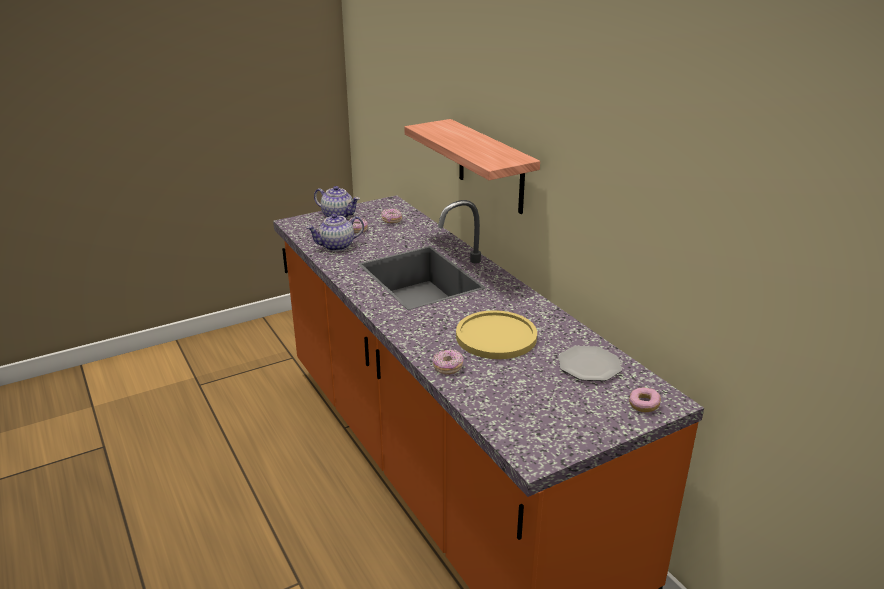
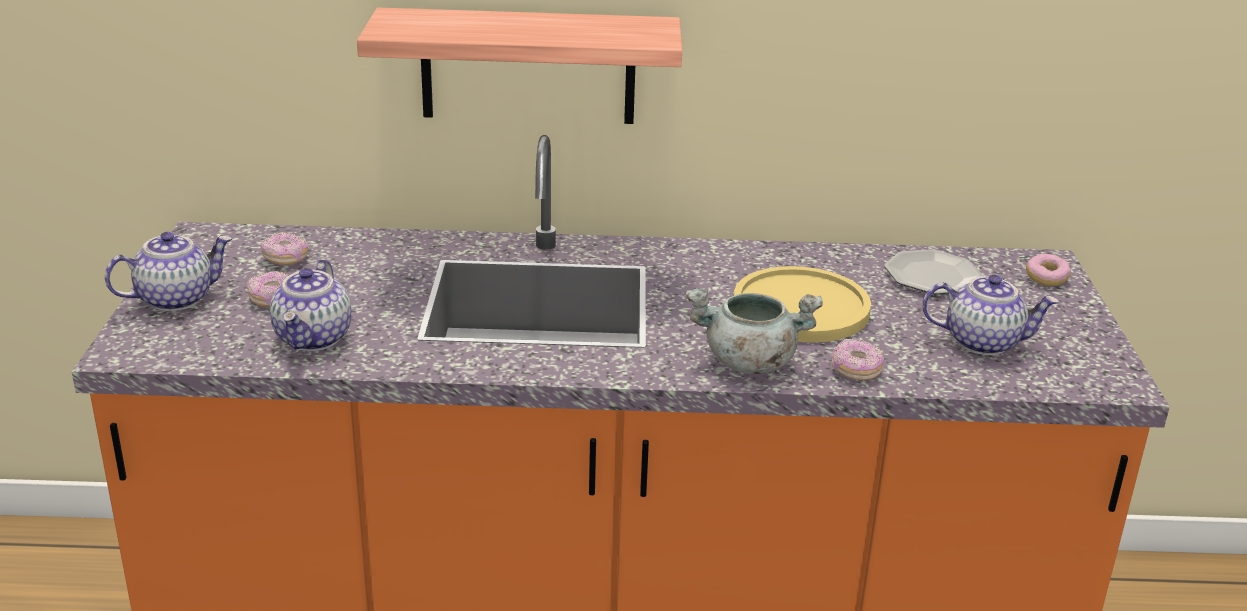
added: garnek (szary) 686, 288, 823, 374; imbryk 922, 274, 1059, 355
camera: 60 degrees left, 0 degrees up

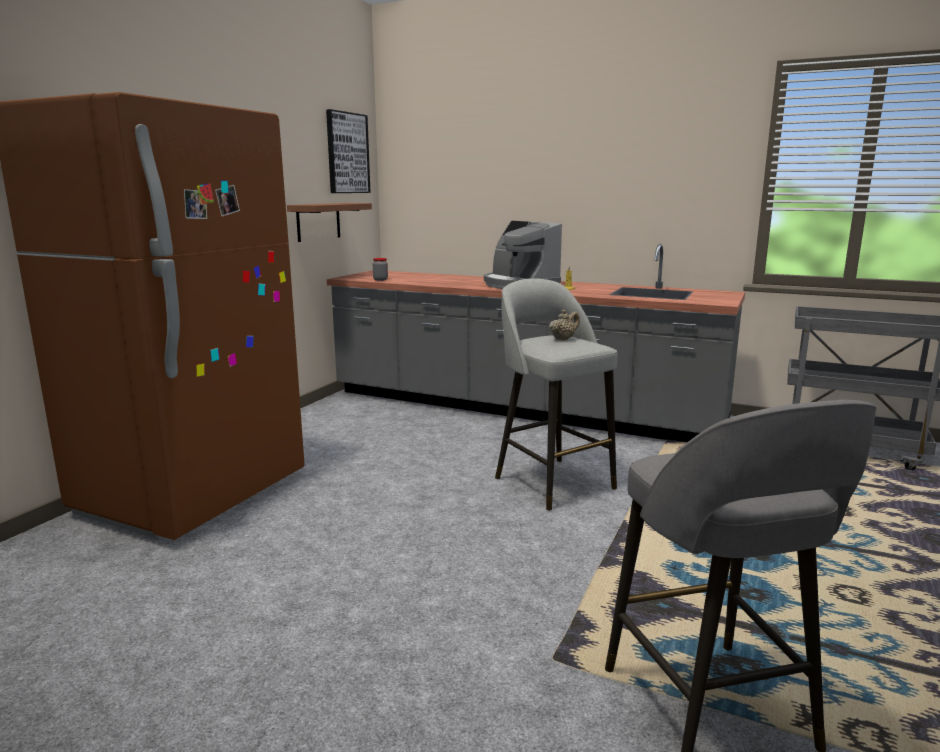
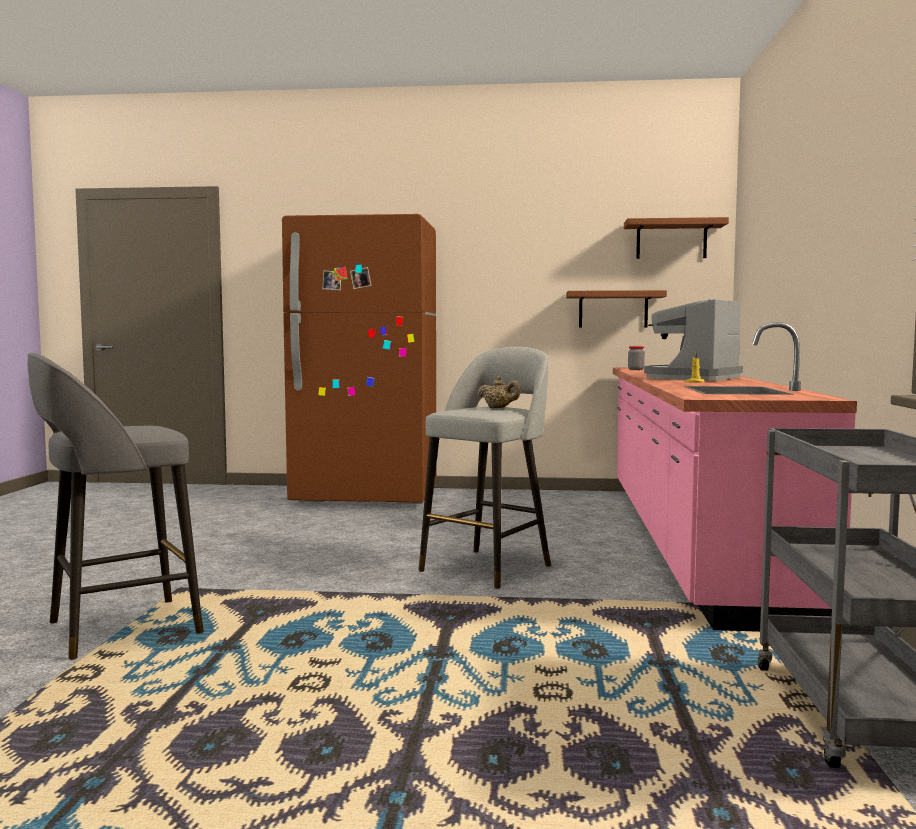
replaced: obraz 326, 109, 371, 193 to półka 624, 217, 729, 259
recoloured: zabudowa kuchenna (szary) 327, 244, 745, 442 to zabudowa kuchenna (różowy) 613, 322, 857, 632
camera: 70 degrees right, 10 degrees down

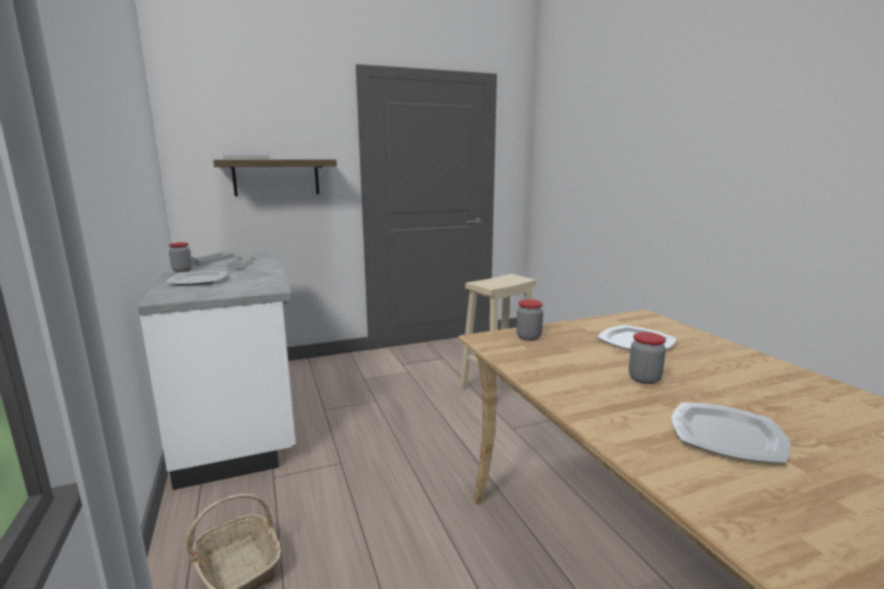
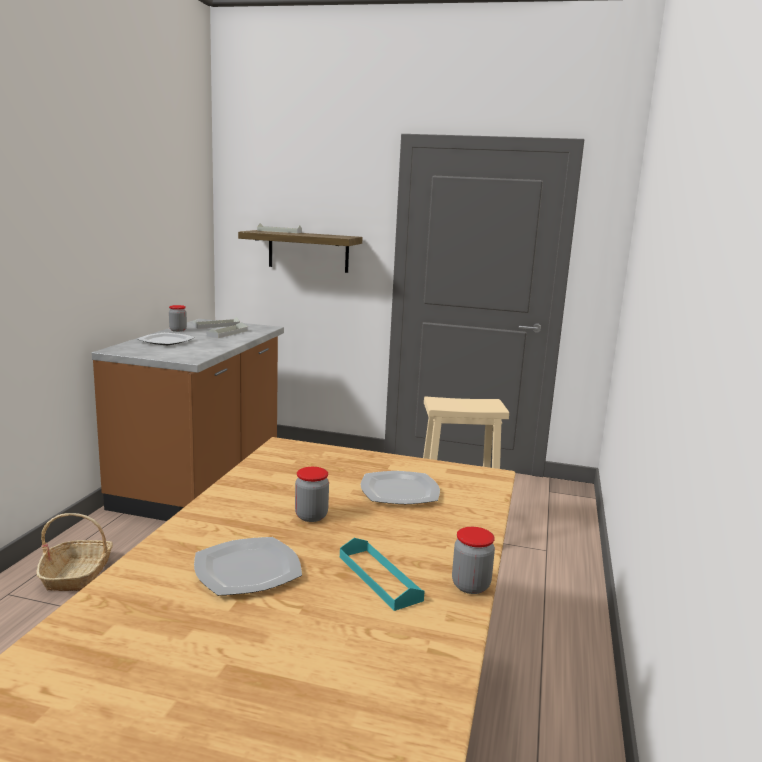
added: taca (turkusowy) 340, 538, 425, 611
moved: słoik 516, 300, 543, 341 to 452, 527, 495, 594
recoloured: zabudowa kuchenna (biały) 138, 252, 296, 490 to zabudowa kuchenna (brązowy) 92, 319, 284, 521
camera: 35 degrees right, 0 degrees up

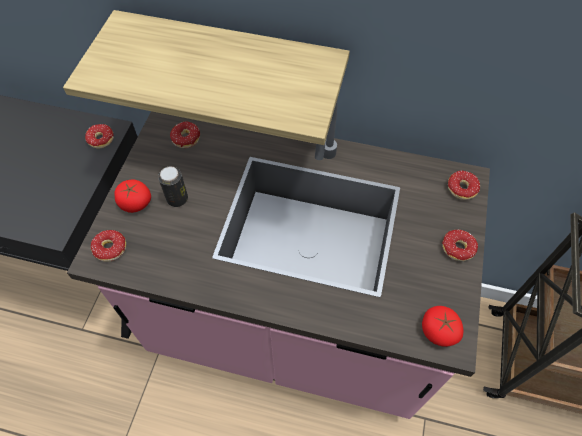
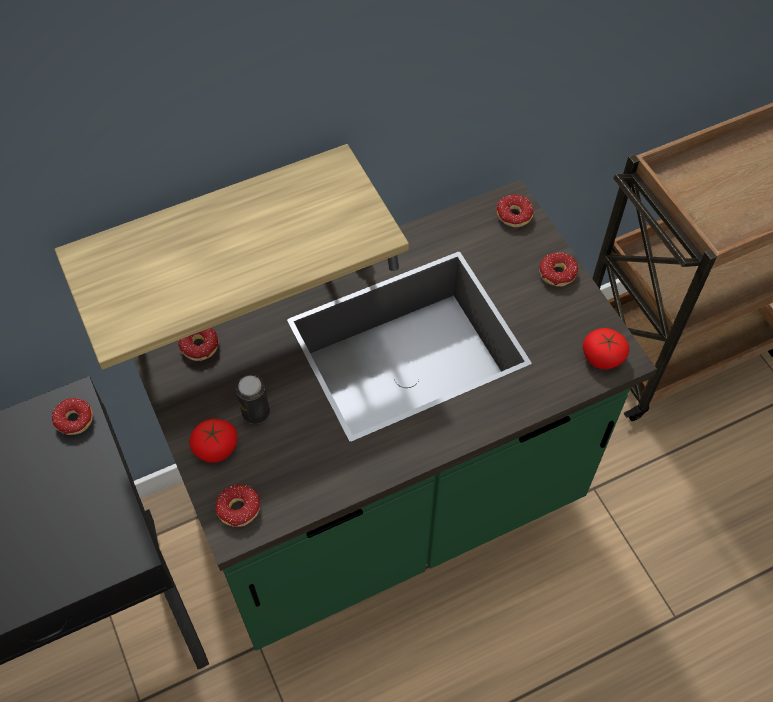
recoloured: zabudowa kuchenna (różowy) 67, 99, 490, 419 to zabudowa kuchenna (zielony) 132, 180, 657, 651
camera: 40 degrees left, 0 degrees up

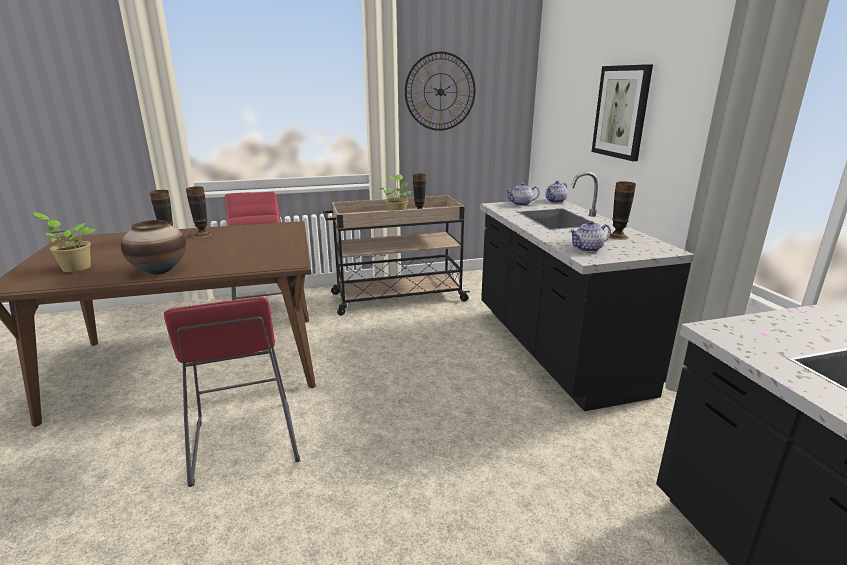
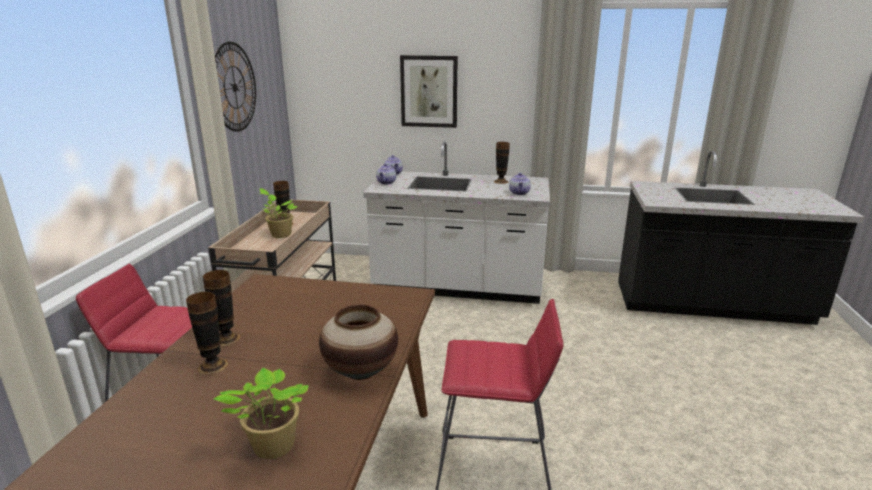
recoloured: zabudowa kuchenna (czarny) 480, 172, 695, 411 to zabudowa kuchenna (biały) 363, 142, 550, 304
camera: 65 degrees left, 0 degrees up

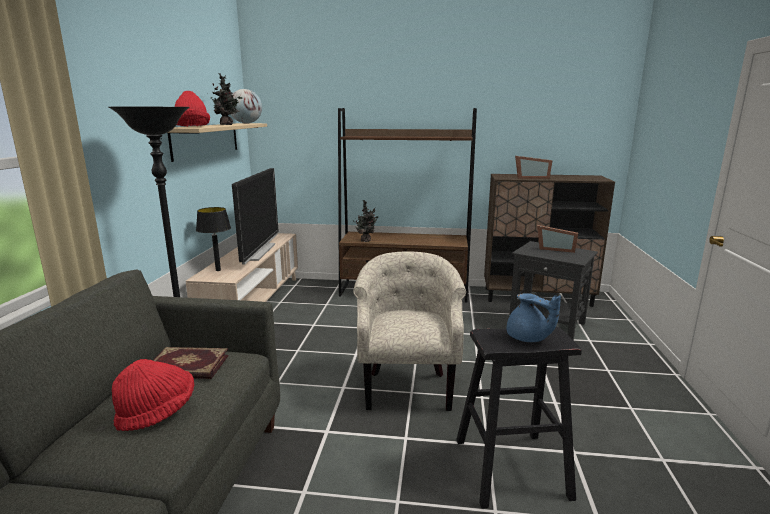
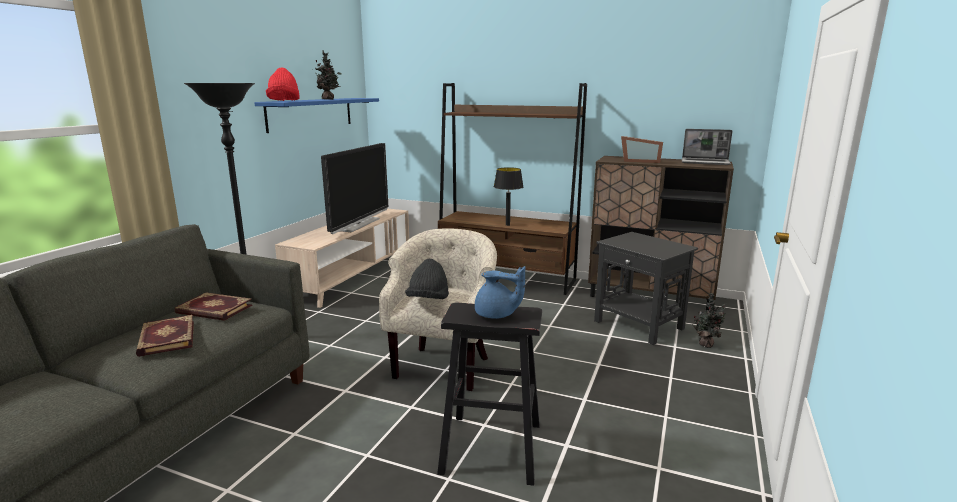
removed: globus 231, 89, 262, 124; ramka na zdjęcie 537, 225, 578, 253
added: kapelusz (czarny) 405, 259, 449, 299; laptop 682, 129, 733, 165
moved: lampa stołowa (czarny) 196, 207, 231, 271 to 494, 167, 523, 226; roślina doniczkowa 353, 200, 378, 242 to 692, 293, 727, 348
replaced: kapelusz (czerwony) 112, 359, 194, 431 to książka 136, 315, 194, 357
recoloured: półka (beżowy) 168, 123, 267, 162 to półka (niebieski) 254, 98, 379, 133
turned: imbryk (niebieski) 507, 293, 561, 342 = 475, 266, 525, 319 45 degrees counterclockwise
camera: 15 degrees right, 0 degrees up

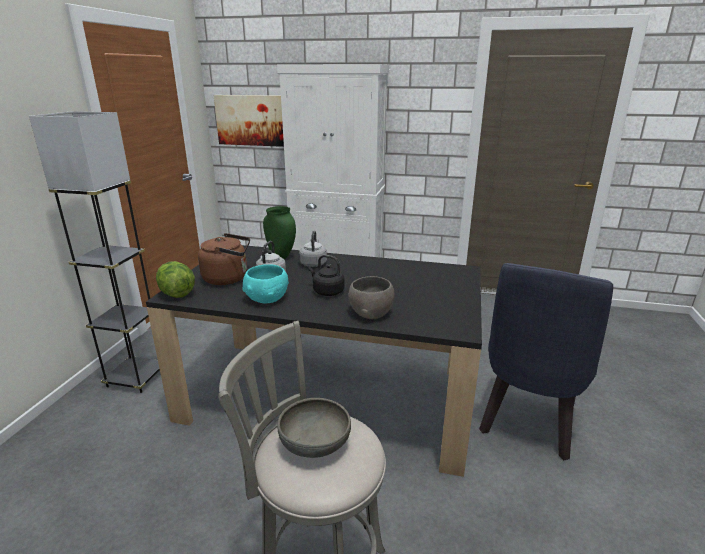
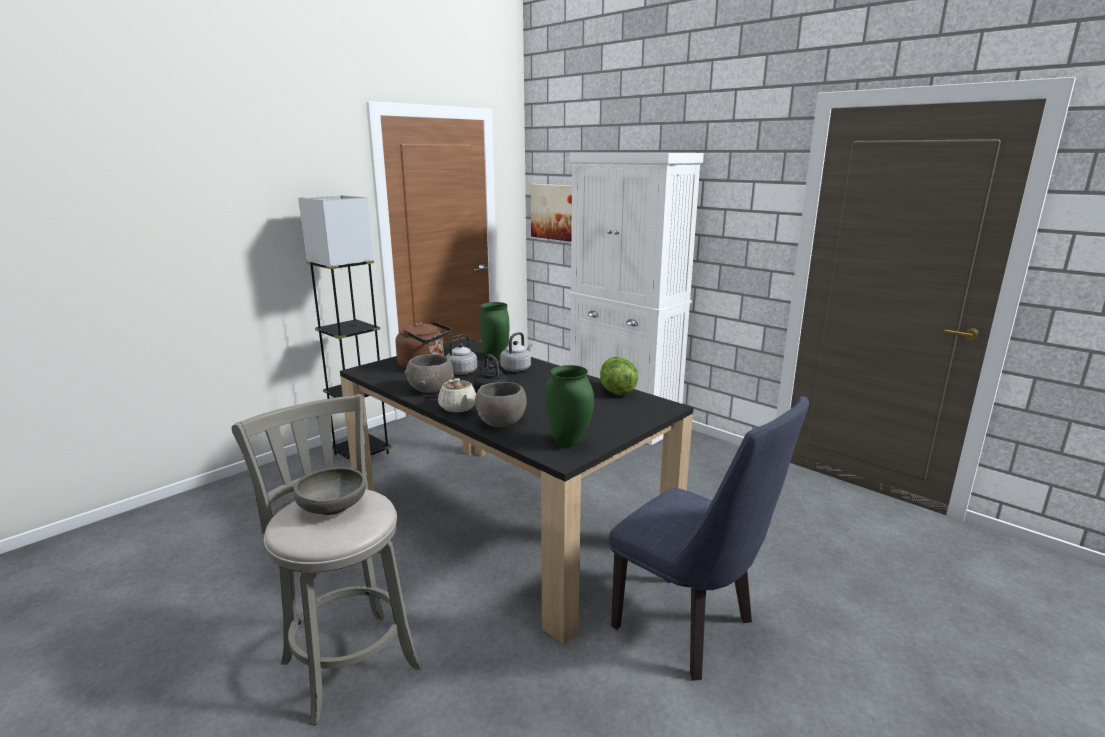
added: imbryk (beżowy) 438, 378, 476, 412; wazon (zielony) 545, 365, 594, 447
moved: sałata 156, 261, 195, 298 to 600, 357, 638, 396
recoloured: miska (turkusowy) 242, 264, 289, 304 to miska (szary) 405, 354, 454, 393
turned: krzesło (niebieski) 479, 263, 613, 460 = 609, 396, 809, 680 105 degrees counterclockwise
camera: 30 degrees right, 5 degrees down

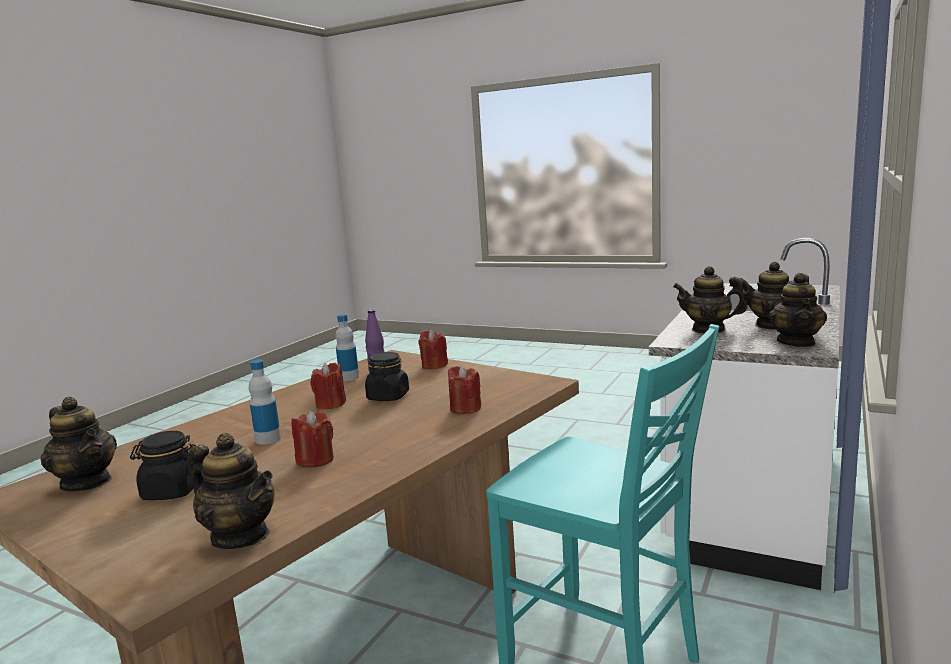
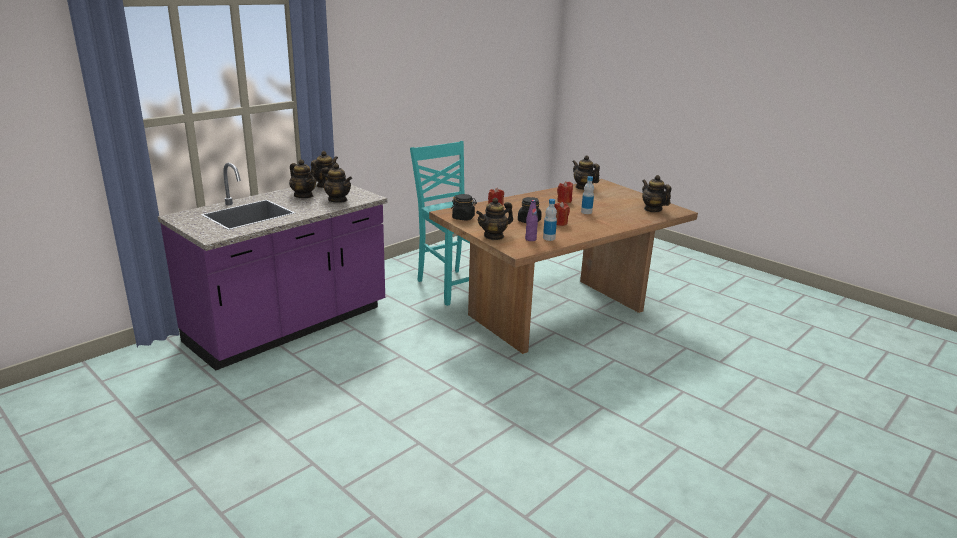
moved: słoik (czarny) 130, 431, 196, 500 to 451, 194, 477, 221
replaced: świeca (czerwony) 418, 330, 448, 369 to imbryk 476, 198, 513, 240
recoloured: zabudowa kuchenna (biały) 649, 238, 840, 590 to zabudowa kuchenna (fioletowy) 158, 163, 387, 371
camera: 165 degrees left, 10 degrees up

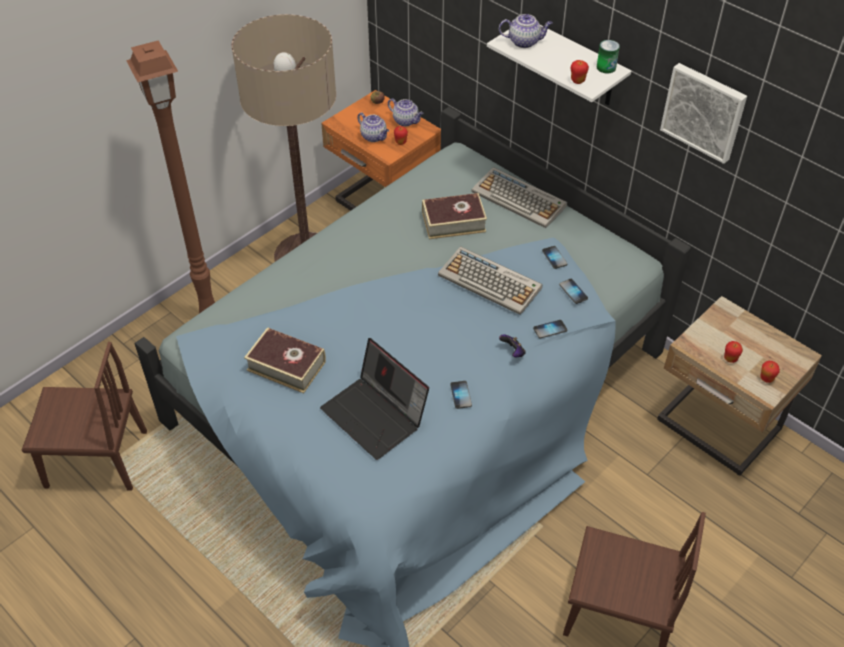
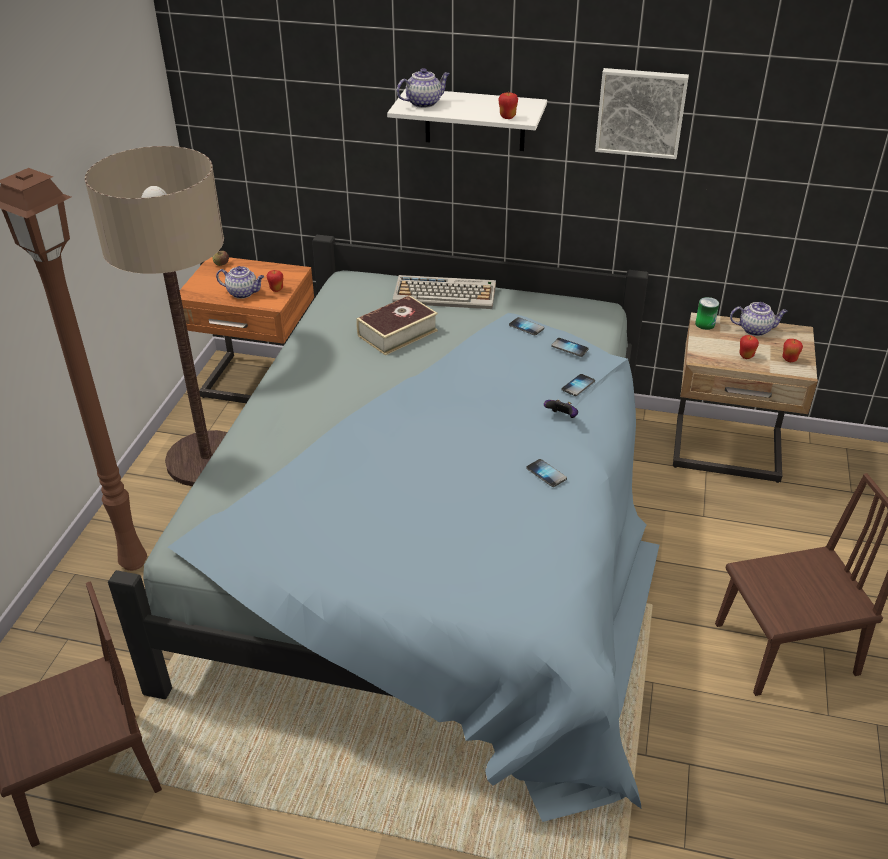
removed: książka 244, 327, 326, 393; laptop 320, 338, 429, 460; klawiatura 438, 246, 542, 315
moved: imbryk 388, 98, 424, 127 to 730, 302, 788, 336; puszka 597, 40, 620, 73 to 695, 297, 719, 330
camera: 30 degrees left, 10 degrees down

